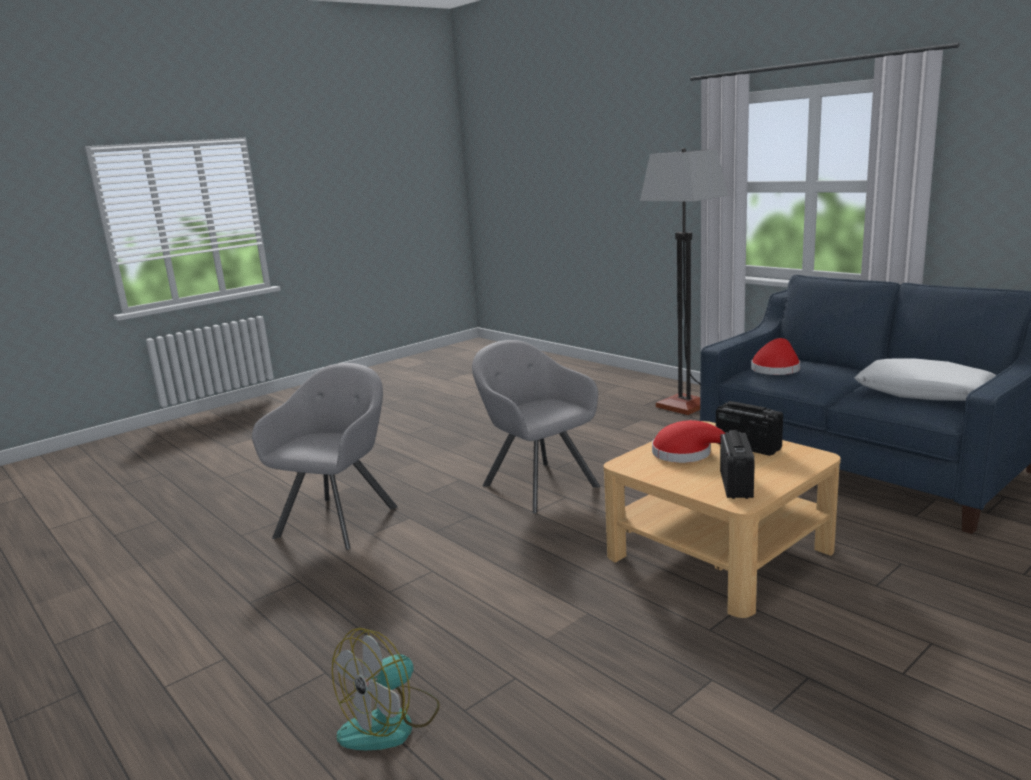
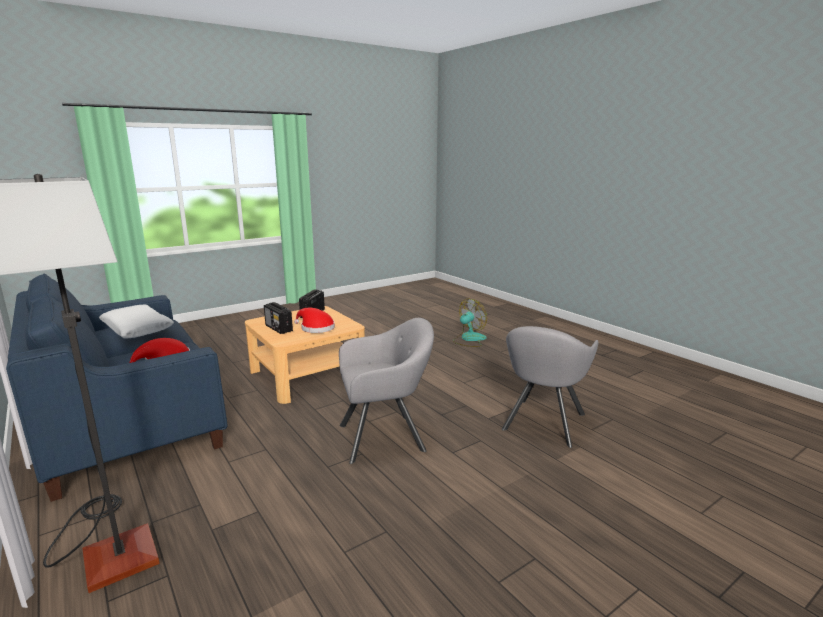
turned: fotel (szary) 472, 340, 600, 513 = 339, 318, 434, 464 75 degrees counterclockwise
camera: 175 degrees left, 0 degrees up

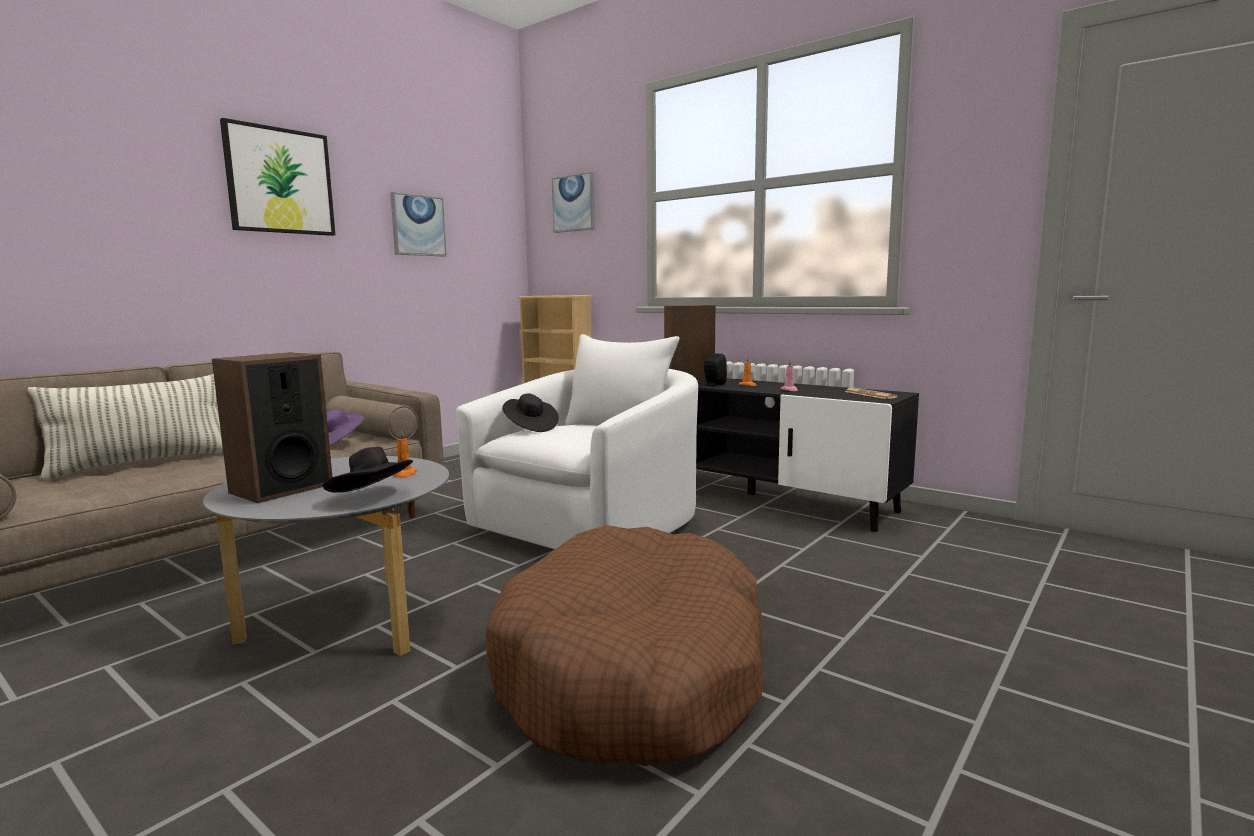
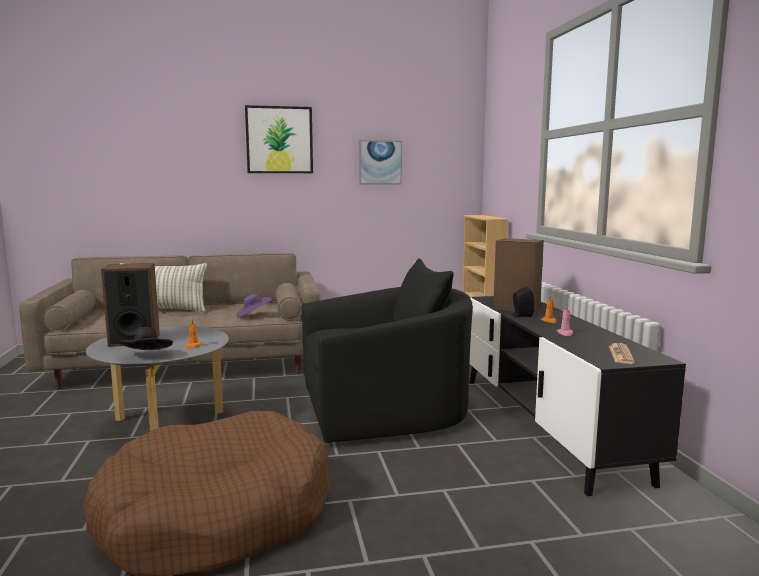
removed: kapelusz (czarny) 502, 394, 559, 432; obraz 552, 172, 595, 233
recoloured: fotel (biały) 456, 334, 698, 549 to fotel (czarny) 301, 258, 473, 443
camera: 40 degrees right, 0 degrees up

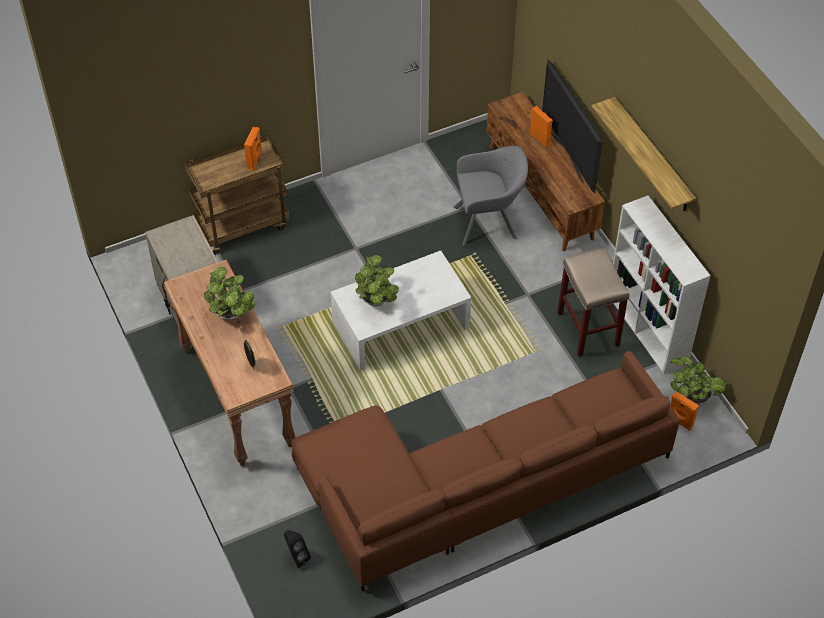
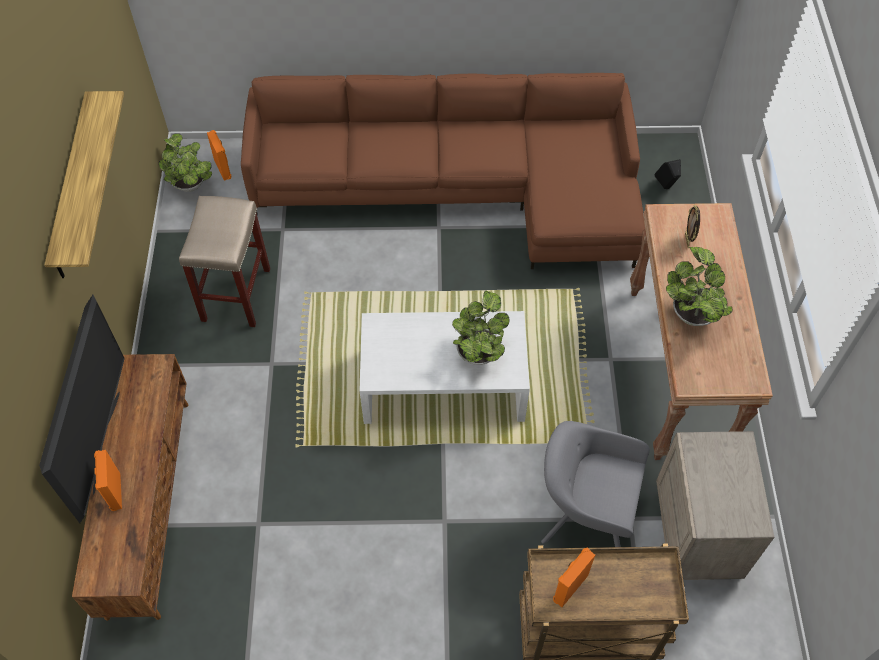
removed: regał (biały) 613, 195, 711, 374
moved: fotel (szary) 454, 146, 528, 246 to 541, 421, 650, 547
camera: 155 degrees left, 5 degrees up

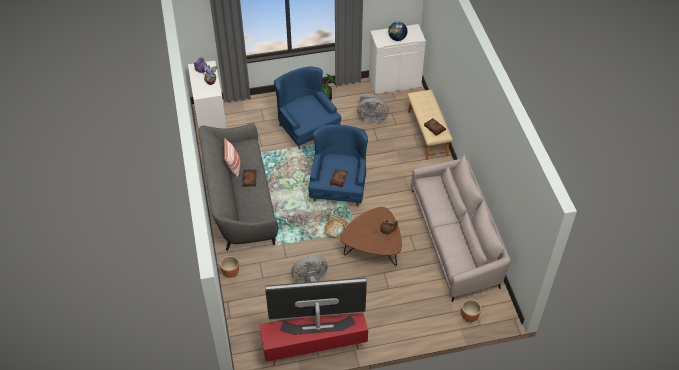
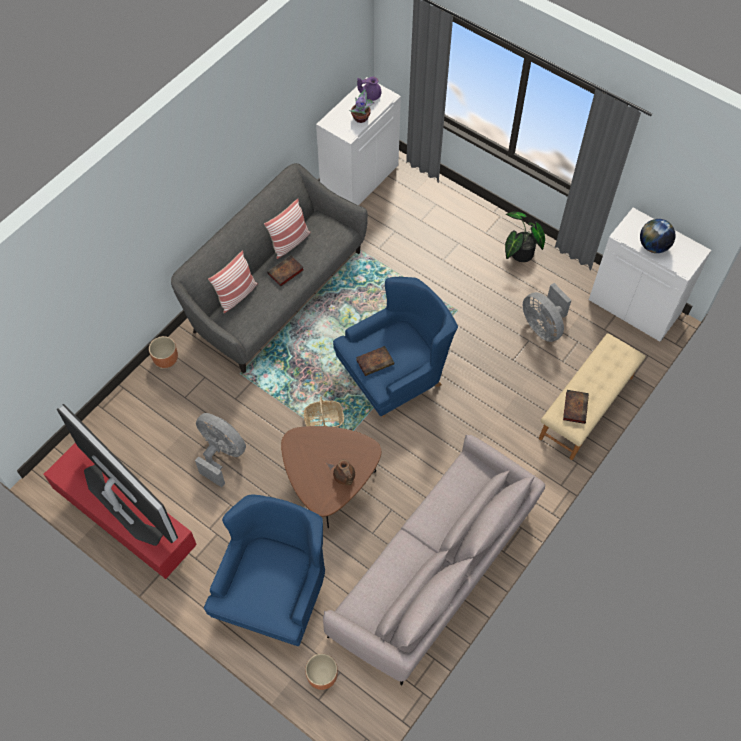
added: poduszka 208, 251, 258, 313
moved: fotel (niebieski) 274, 66, 341, 150 to 204, 495, 325, 646
camera: 50 degrees right, 10 degrees up

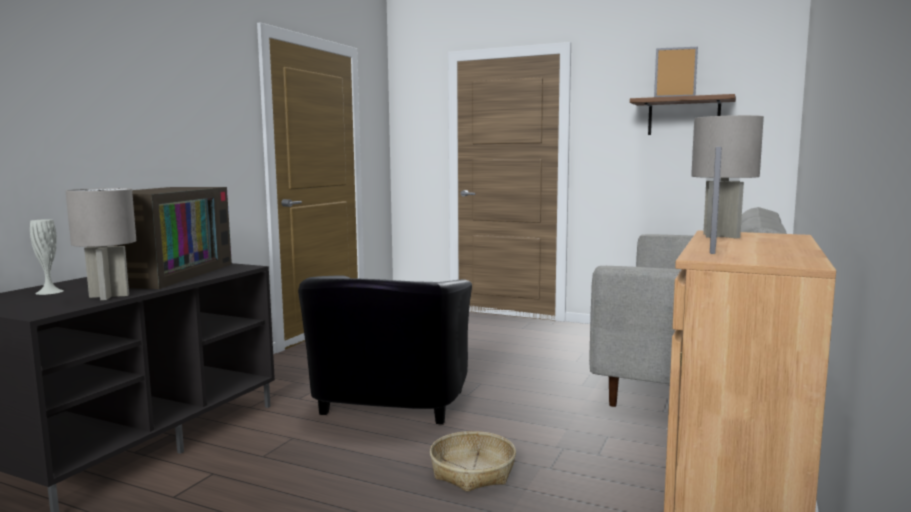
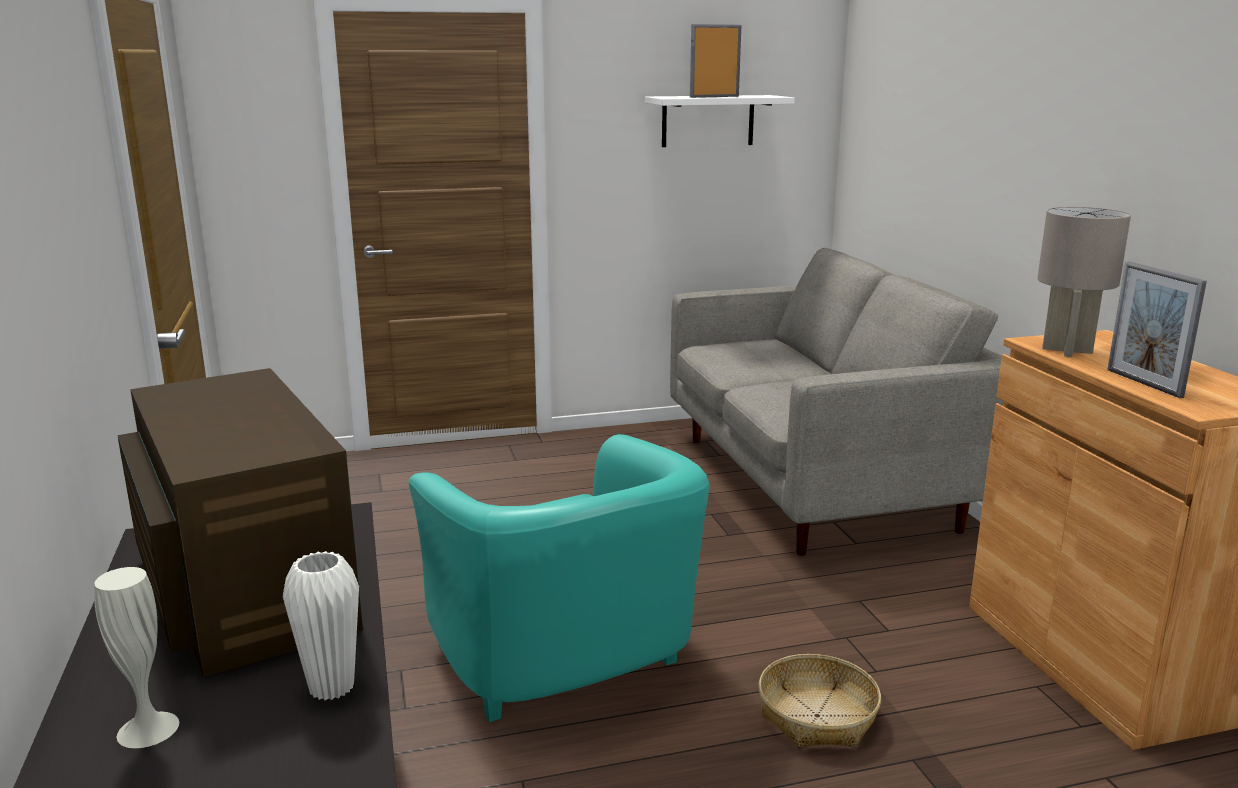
replaced: lampa stołowa (szary) 66, 188, 136, 300 to wazon (biały) 283, 551, 359, 700
recoloured: fotel (czarny) 298, 275, 472, 425 to fotel (turkusowy) 409, 434, 710, 722; półka (brązowy) 630, 94, 736, 135 to półka (biały) 645, 95, 795, 147
camera: 40 degrees left, 10 degrees up

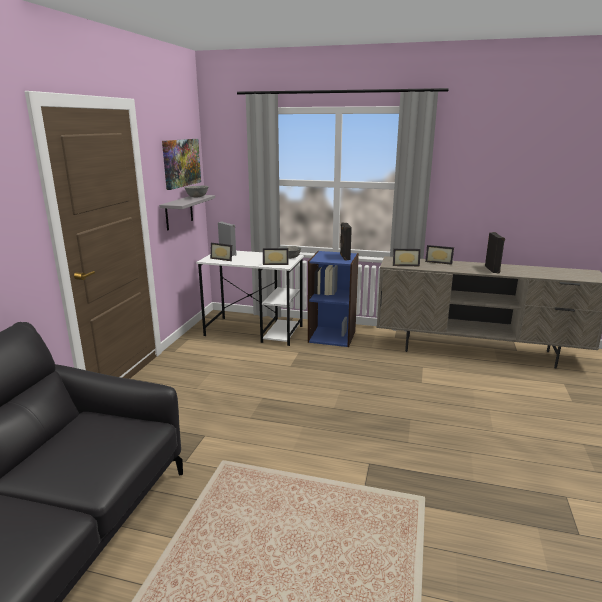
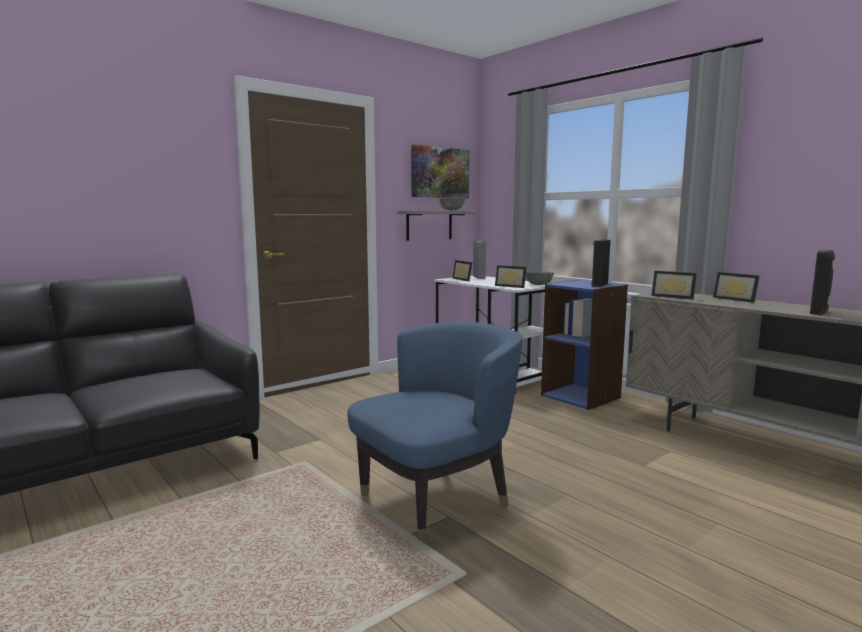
added: fotel (niebieski) 347, 321, 522, 542
camera: 35 degrees right, 10 degrees down

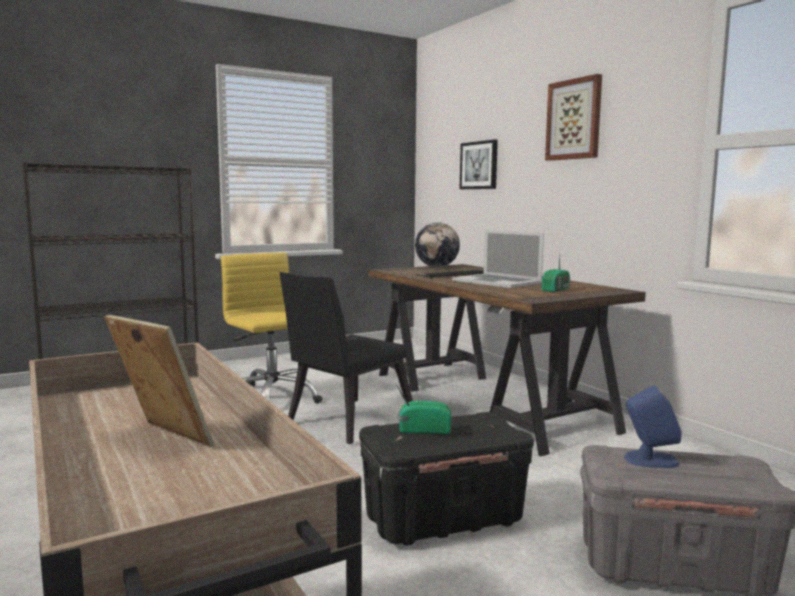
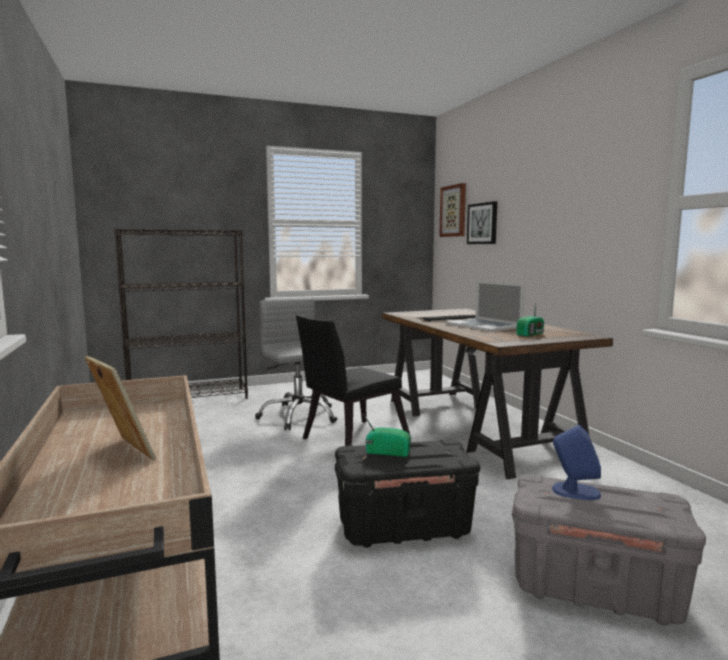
removed: globus 415, 222, 460, 267
moved: obraz 545, 74, 602, 161 to 439, 183, 466, 237
recoloured: krzesło biurowe (żółty) 221, 253, 323, 404 to krzesło biurowe (szary) 255, 298, 337, 430
camera: 10 degrees right, 0 degrees up

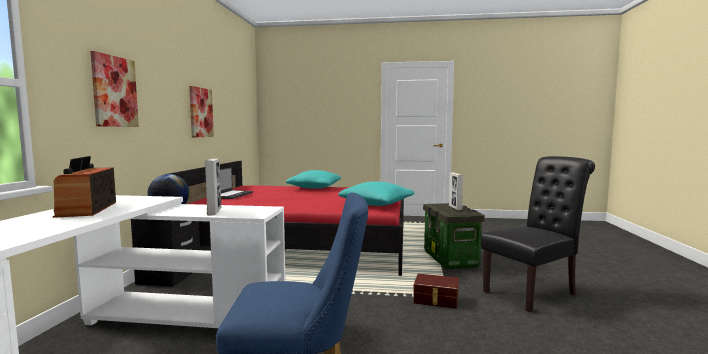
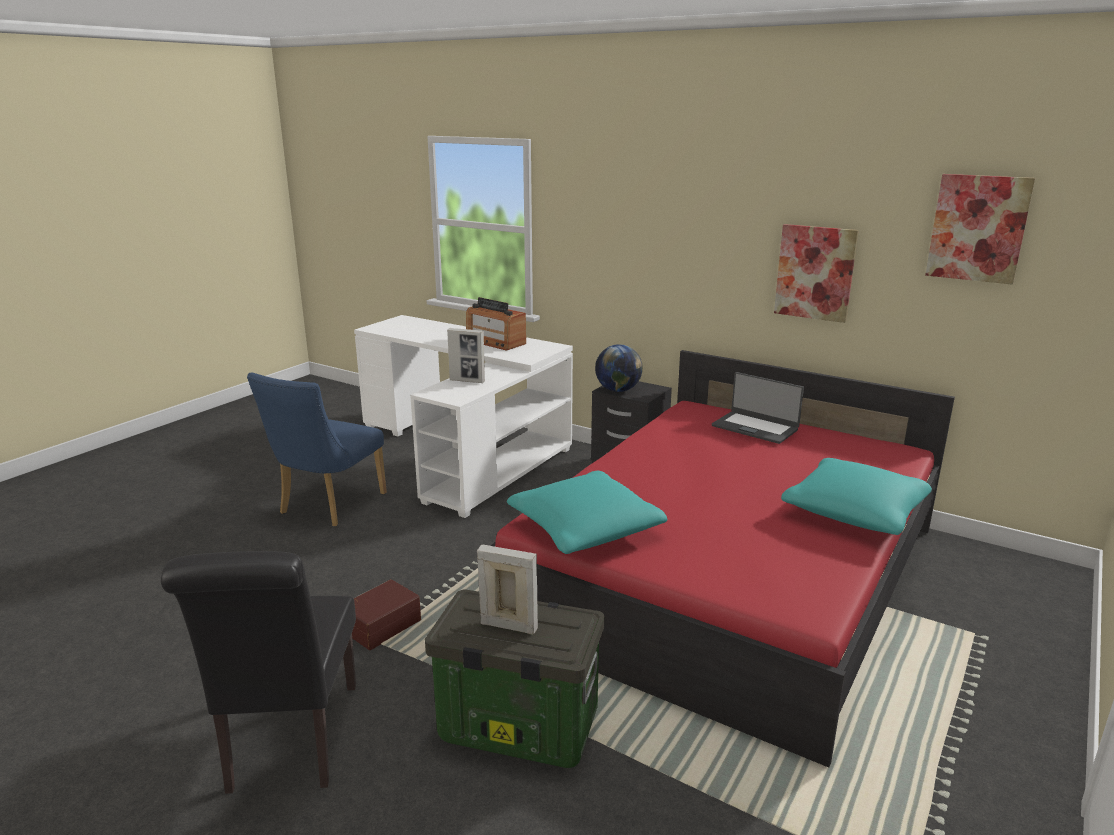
moved: obraz 91, 51, 139, 127 to 925, 174, 1035, 285
turned: radio 53, 156, 116, 218 = 466, 297, 526, 351 150 degrees counterclockwise
camera: 115 degrees right, 15 degrees up

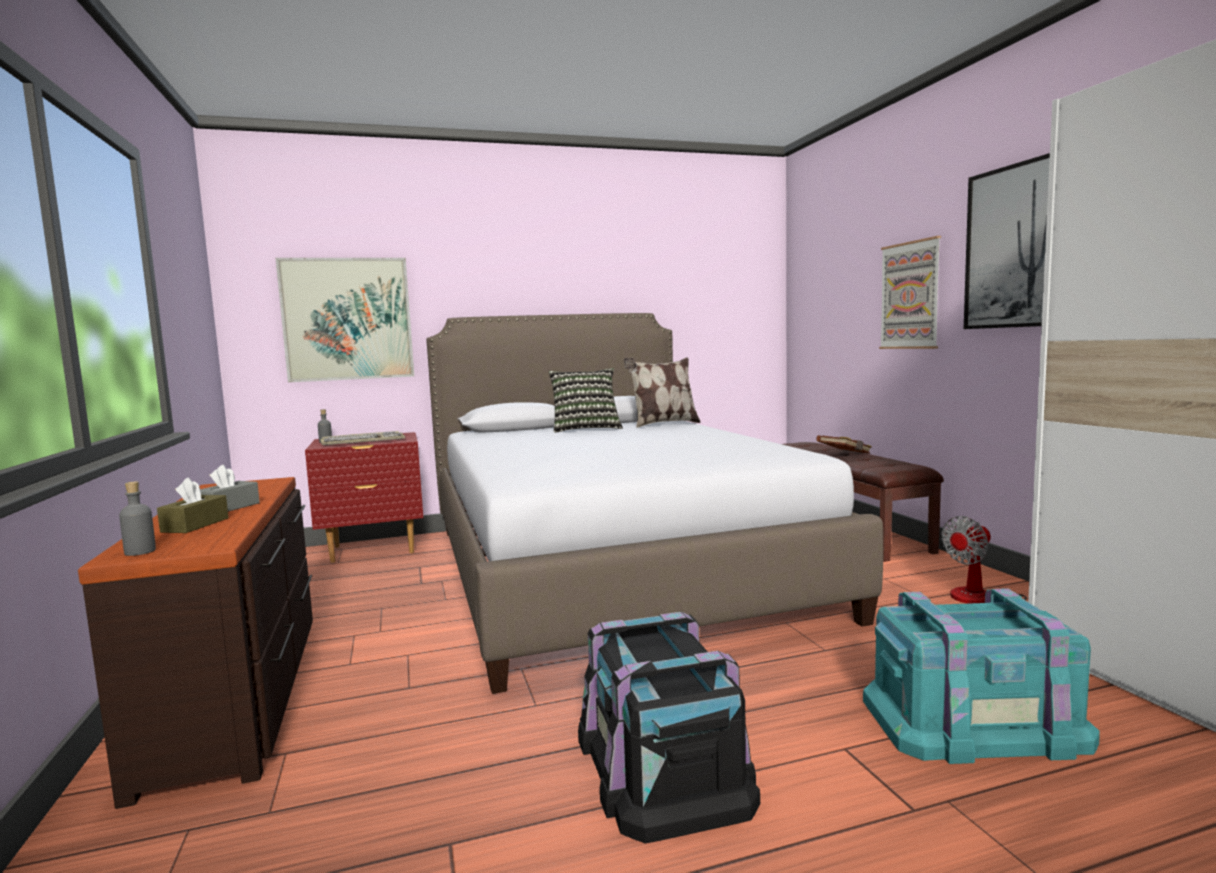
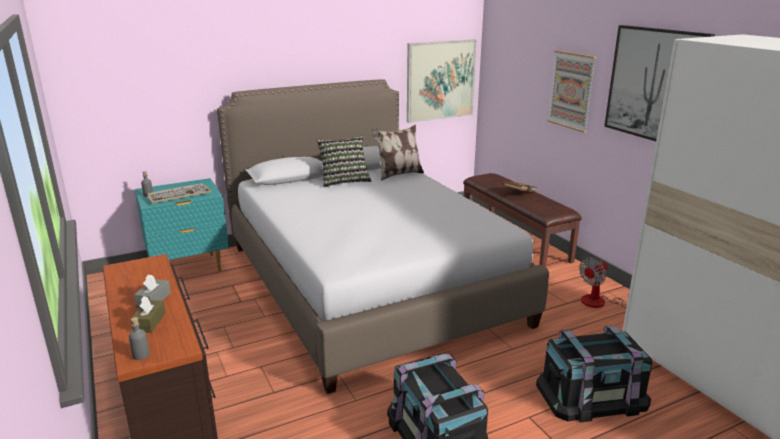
moved: obraz 276, 258, 414, 382 to 407, 40, 477, 123
recoloured: szafka nocna (czerwony) 305, 432, 423, 563 to szafka nocna (turkusowy) 135, 178, 229, 271; pojemnik do przechowywania (turkusowy) 863, 588, 1100, 764 to pojemnik do przechowywania (czarny) 536, 325, 652, 423
camera: 10 degrees left, 15 degrees up

